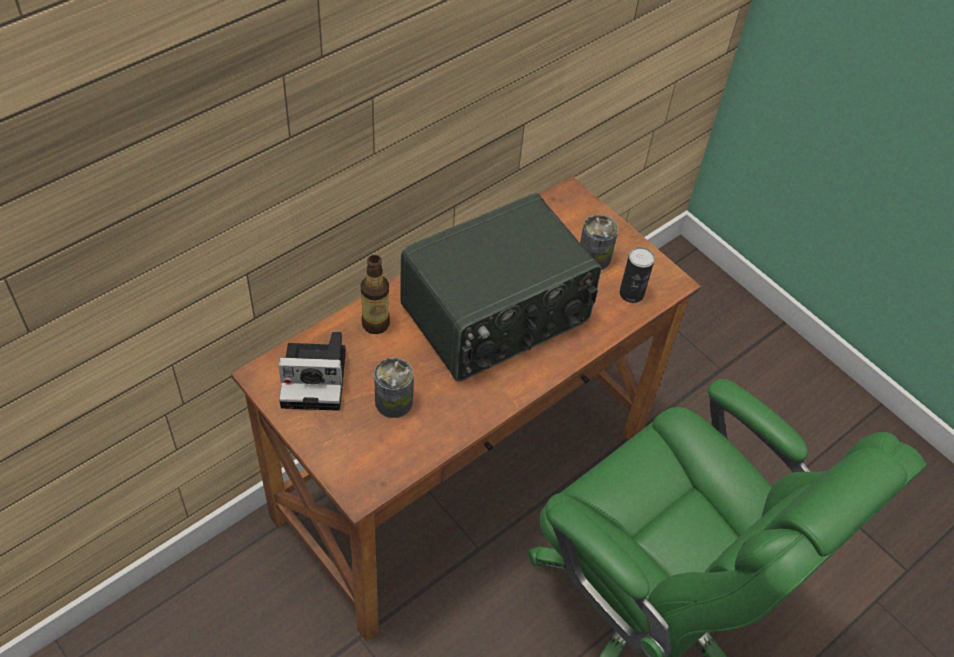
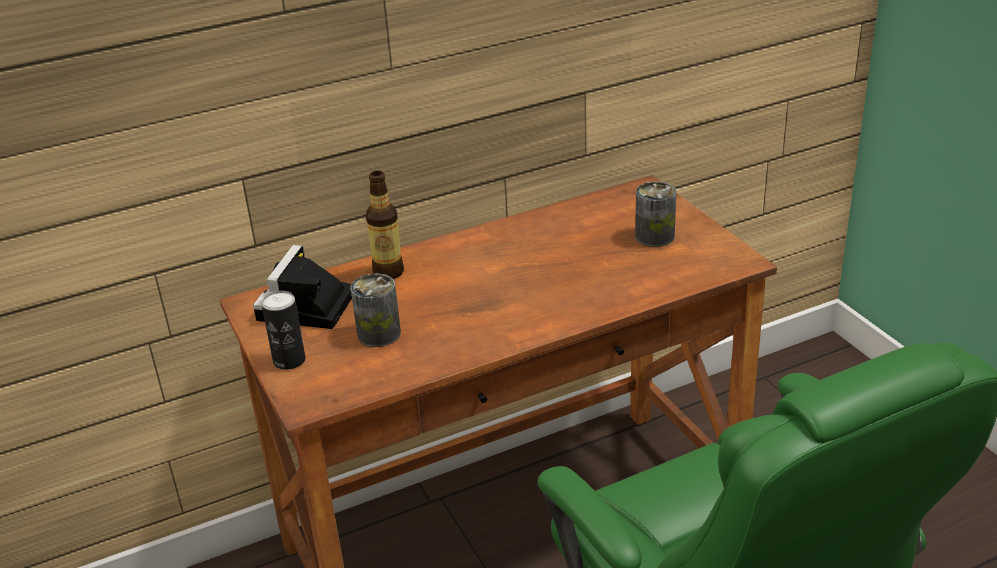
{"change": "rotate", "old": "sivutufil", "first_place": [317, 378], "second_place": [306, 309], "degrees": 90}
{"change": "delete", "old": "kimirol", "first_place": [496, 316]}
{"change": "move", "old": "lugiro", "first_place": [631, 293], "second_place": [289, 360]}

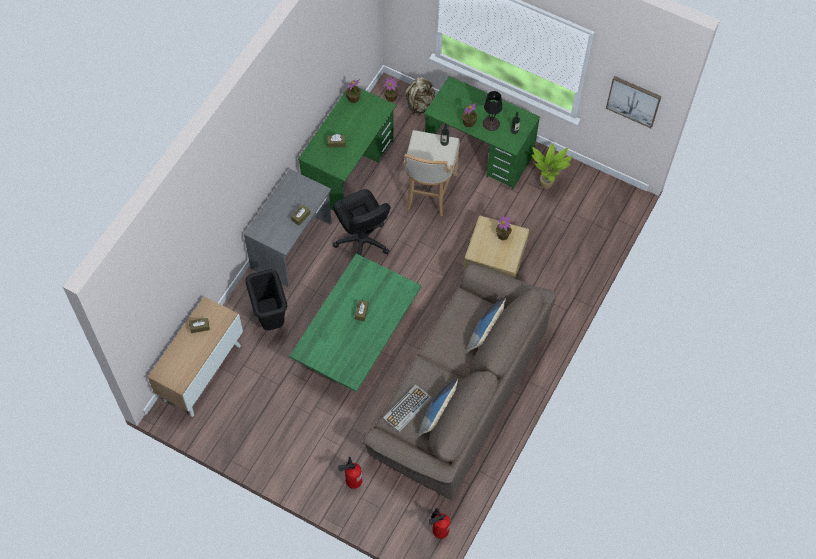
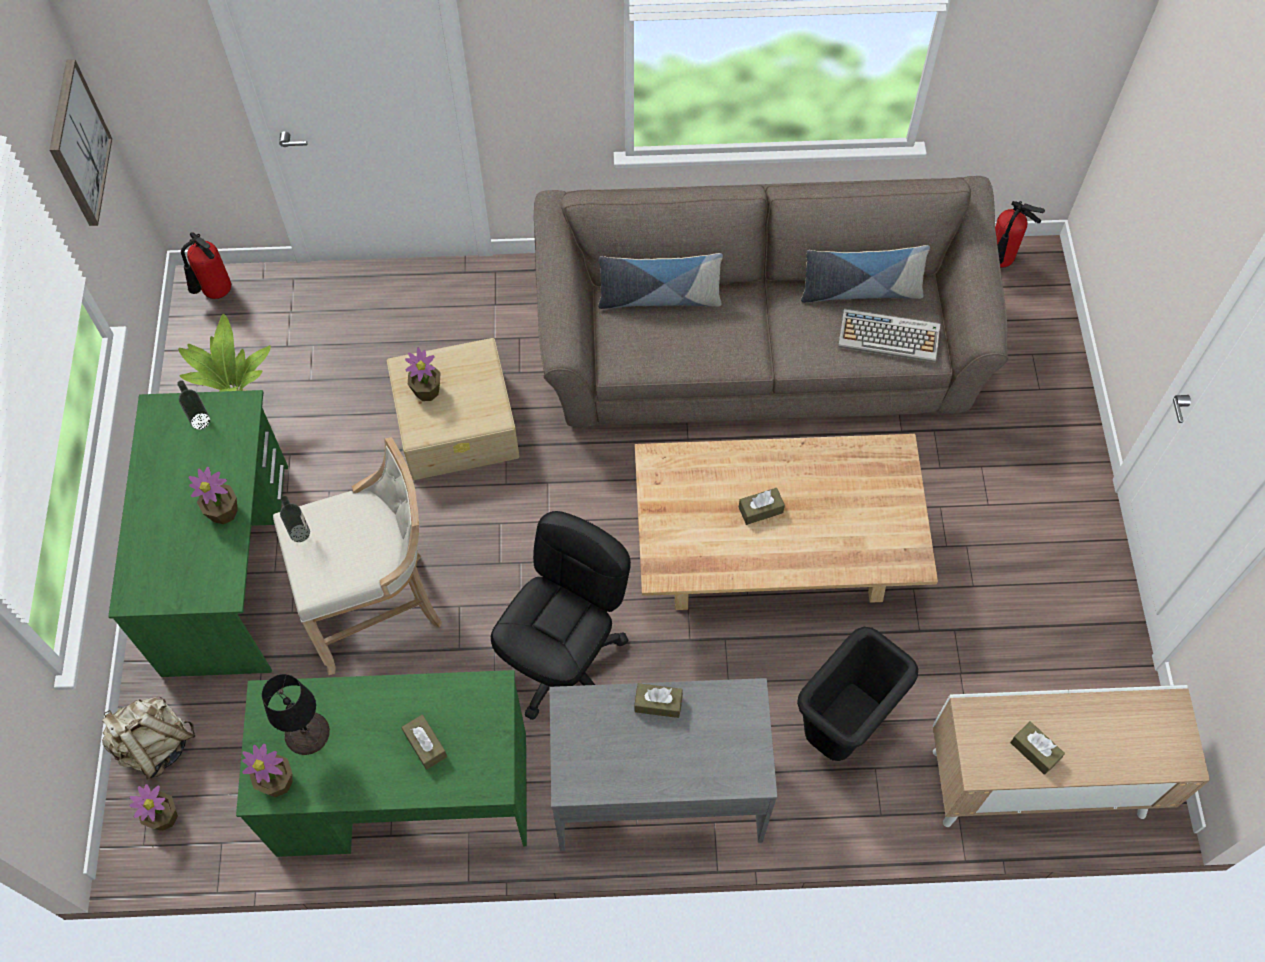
{"change": "recolor", "old": "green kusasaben", "new": "beige kusasaben", "first_place": [357, 339], "second_place": [774, 553]}
{"change": "move", "old": "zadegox", "first_place": [352, 479], "second_place": [215, 293]}
{"change": "move", "old": "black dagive", "first_place": [491, 123], "second_place": [307, 732]}

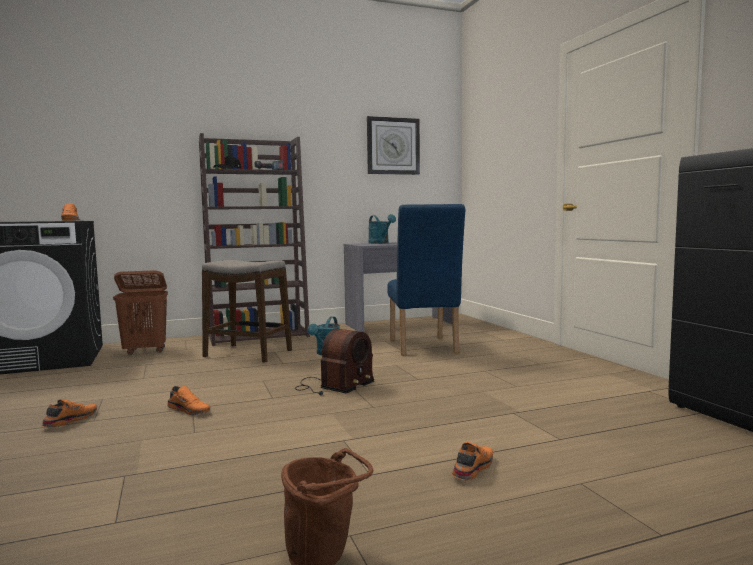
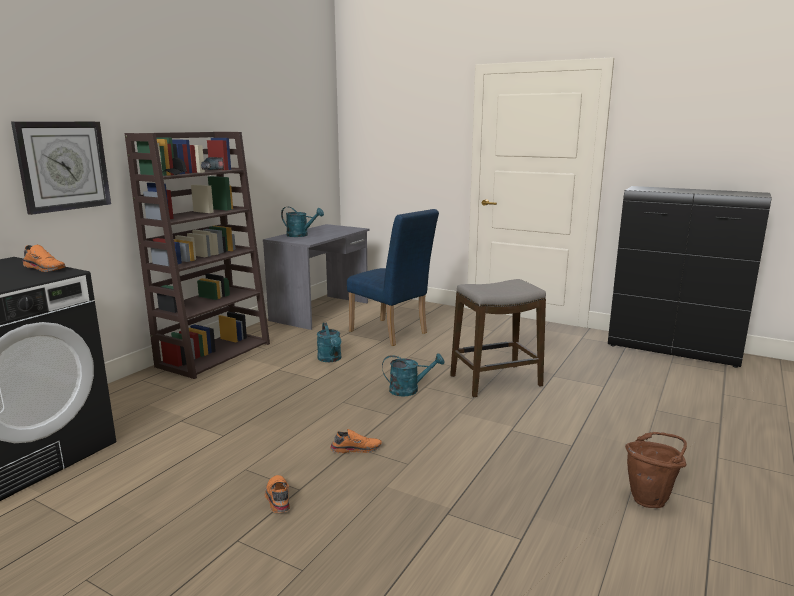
{"change": "delete", "old": "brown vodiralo", "first_place": [145, 351]}
{"change": "move", "old": "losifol", "first_place": [248, 354], "second_place": [495, 381]}
{"change": "replace", "old": "kimirol", "new": "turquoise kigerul", "first_place": [333, 386], "second_place": [409, 390]}
{"change": "move", "old": "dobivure", "first_place": [393, 146], "second_place": [63, 166]}
{"change": "delete", "old": "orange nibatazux", "first_place": [471, 469]}

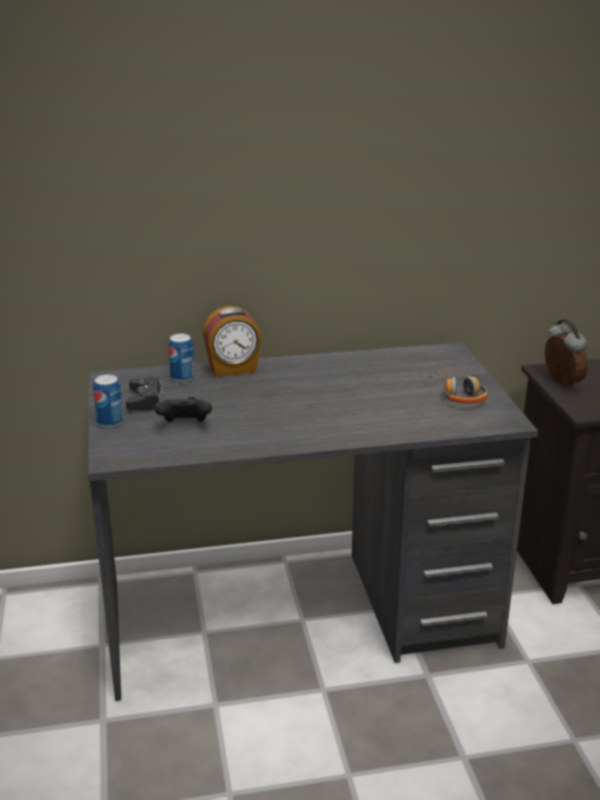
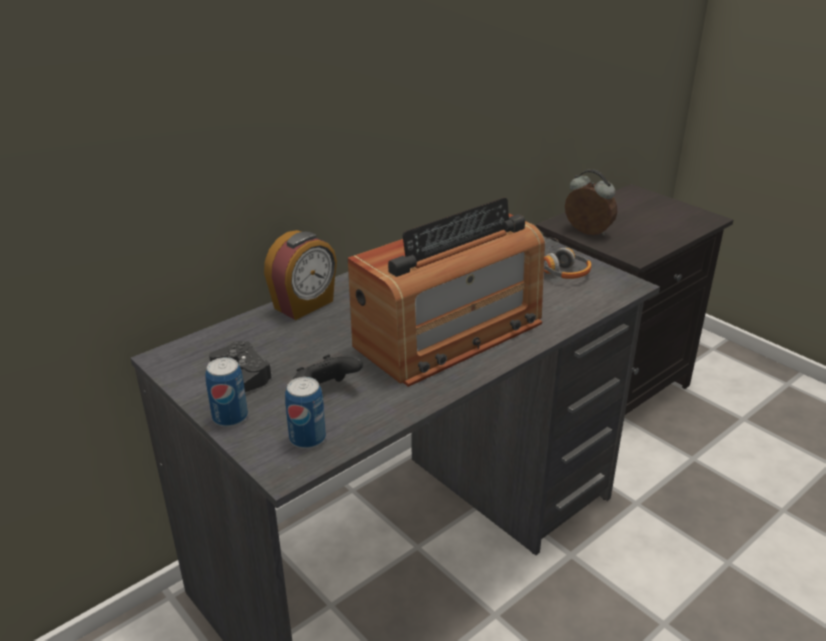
{"change": "move", "old": "lugiro", "first_place": [182, 377], "second_place": [307, 439]}
{"change": "insert", "new": "kimirol", "second_place": [449, 334]}

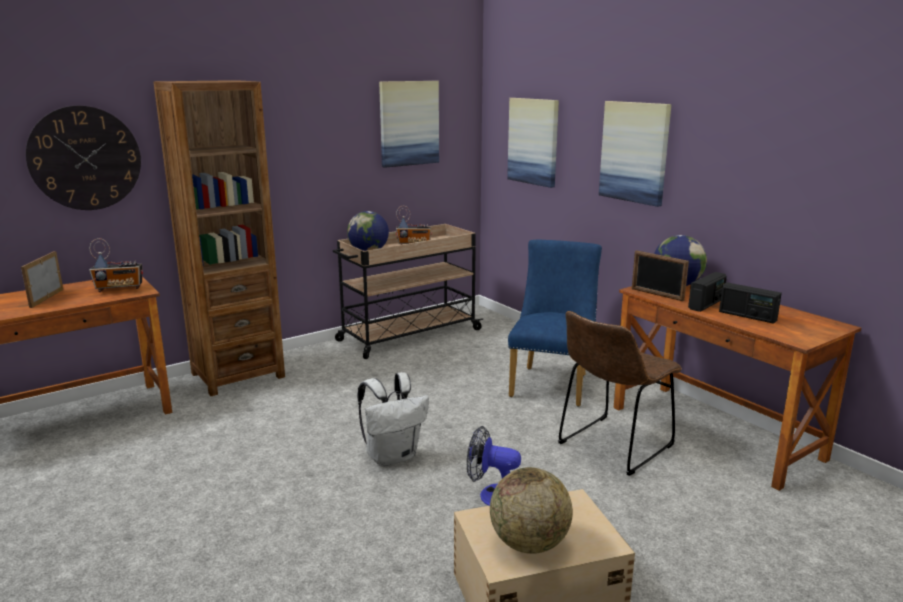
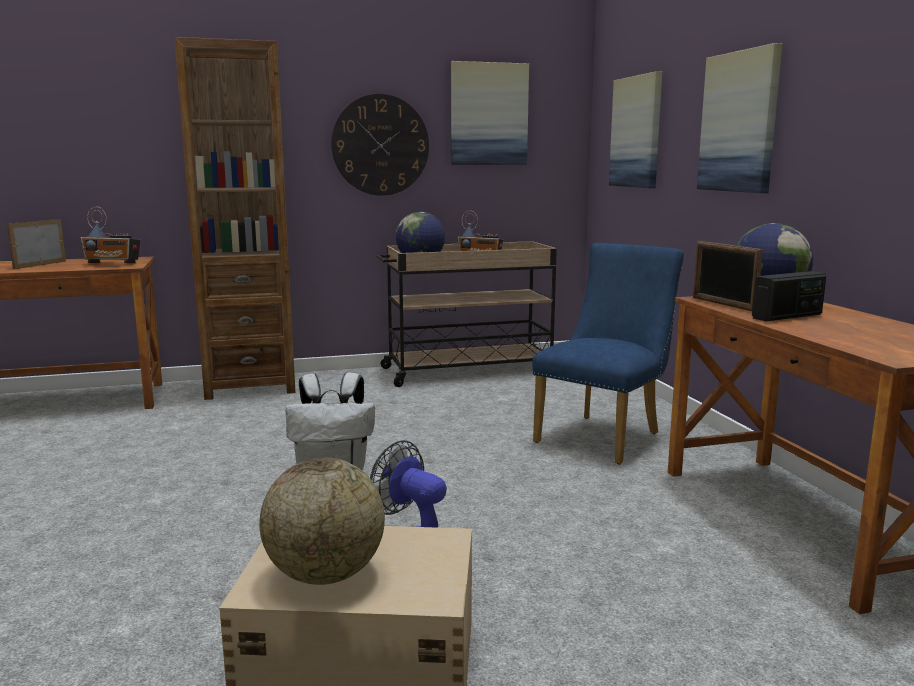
{"change": "move", "old": "dobivure", "first_place": [85, 158], "second_place": [380, 145]}
{"change": "delete", "old": "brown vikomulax", "first_place": [612, 447]}
{"change": "delete", "old": "kimirol", "first_place": [747, 316]}

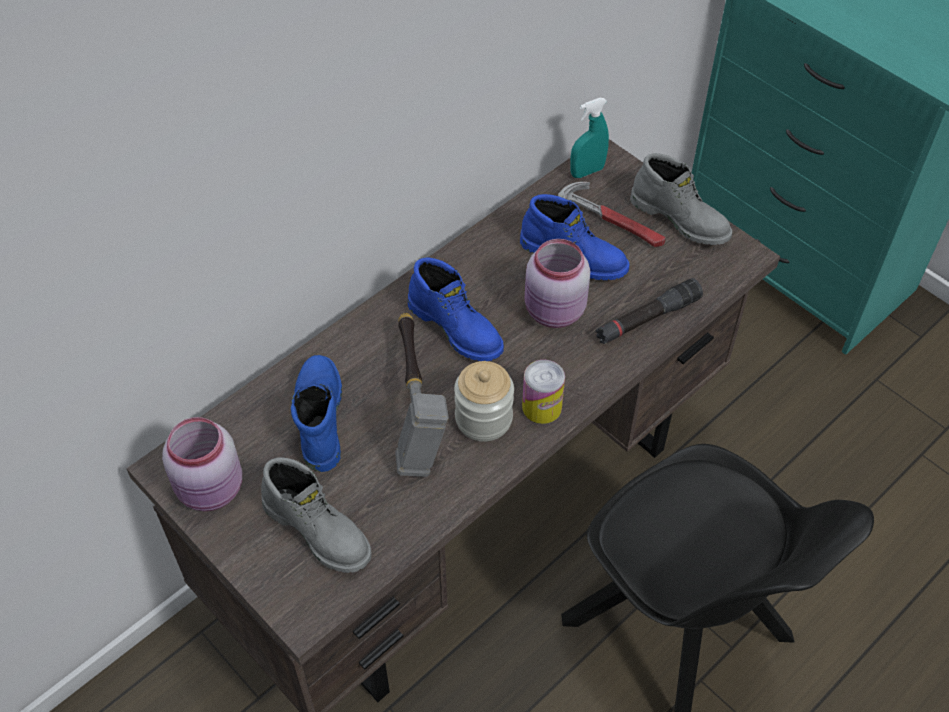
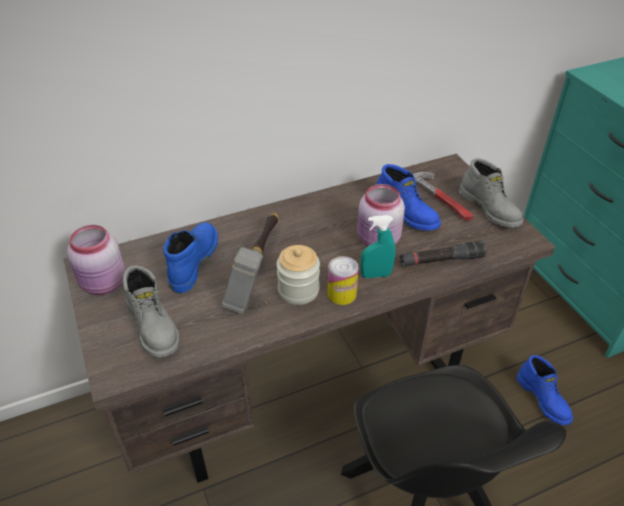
{"change": "move", "old": "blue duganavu", "first_place": [457, 327], "second_place": [543, 399]}
{"change": "move", "old": "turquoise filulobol", "first_place": [587, 171], "second_place": [376, 275]}

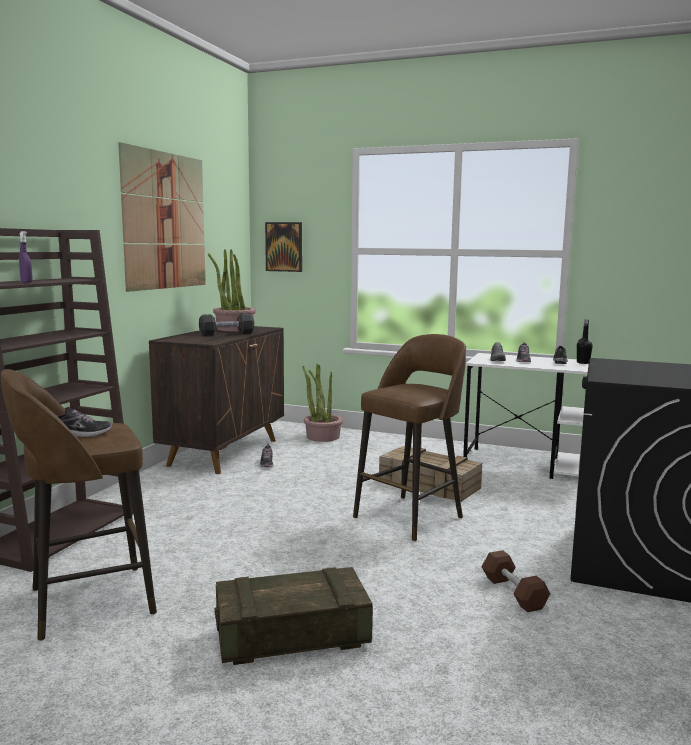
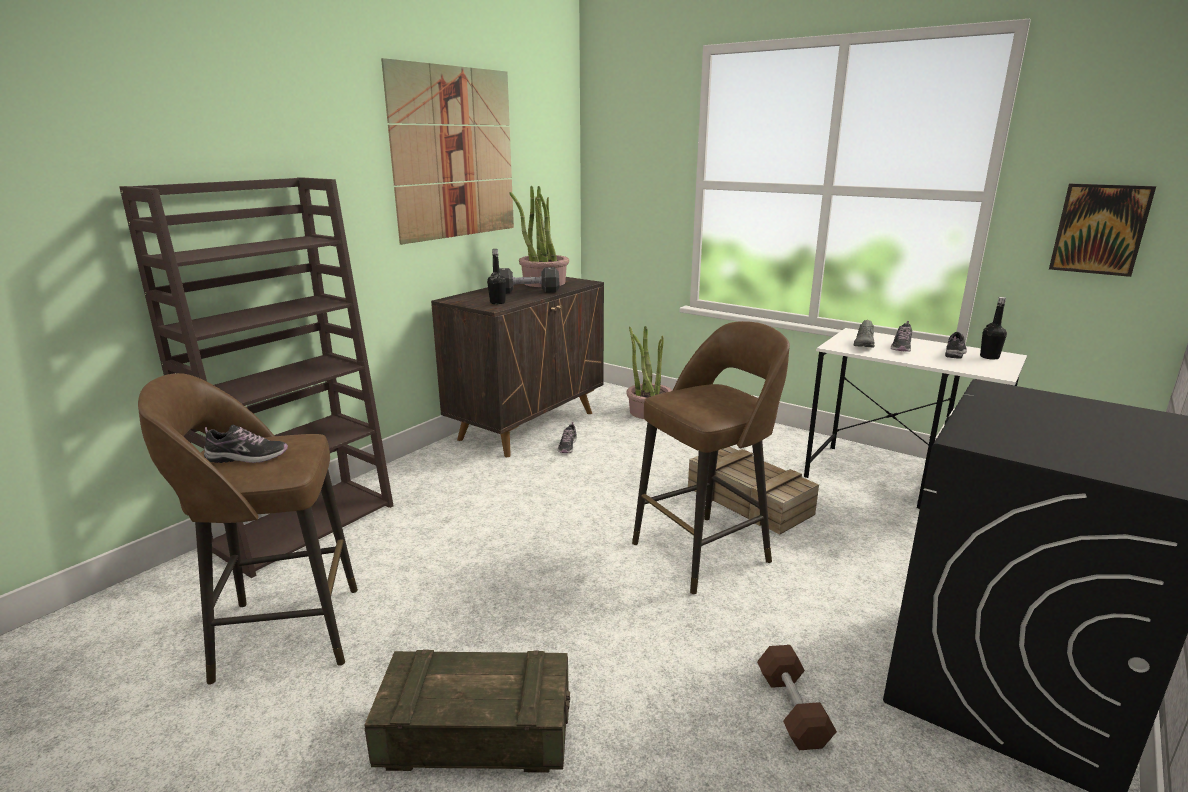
{"change": "delete", "old": "purple filulobol", "first_place": [26, 282]}
{"change": "move", "old": "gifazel", "first_place": [284, 247], "second_place": [1099, 229]}
{"change": "insert", "new": "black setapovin", "second_place": [497, 302]}

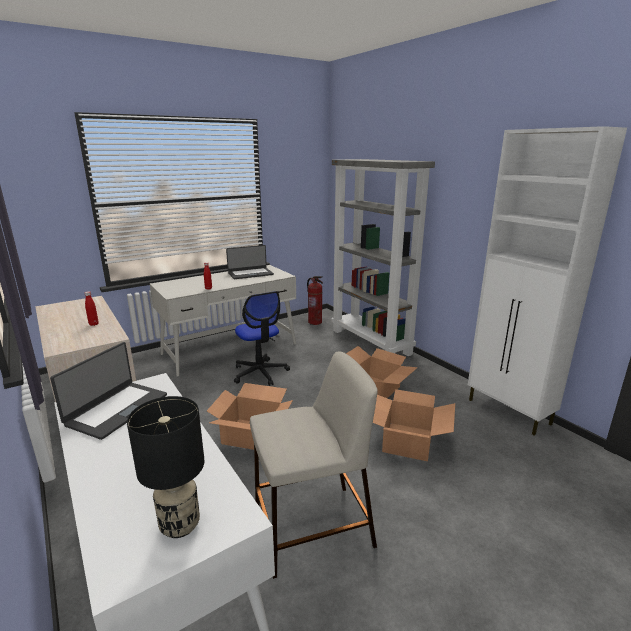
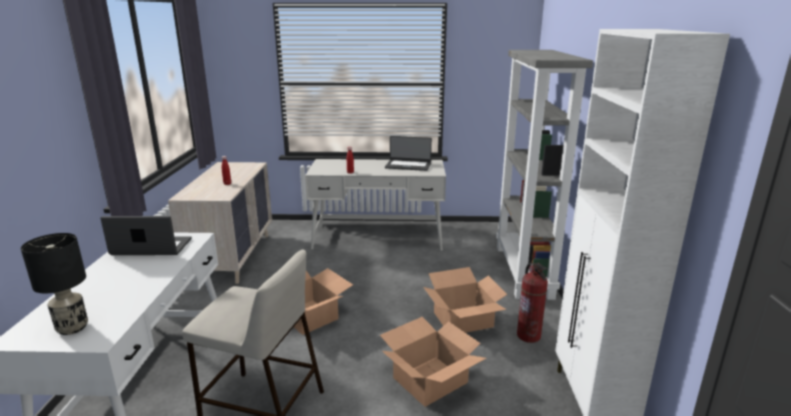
{"change": "rotate", "old": "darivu", "first_place": [116, 409], "second_place": [151, 248], "degrees": -150}
{"change": "delete", "old": "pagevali", "first_place": [260, 373]}
{"change": "move", "old": "zadegox", "first_place": [315, 322], "second_place": [528, 336]}

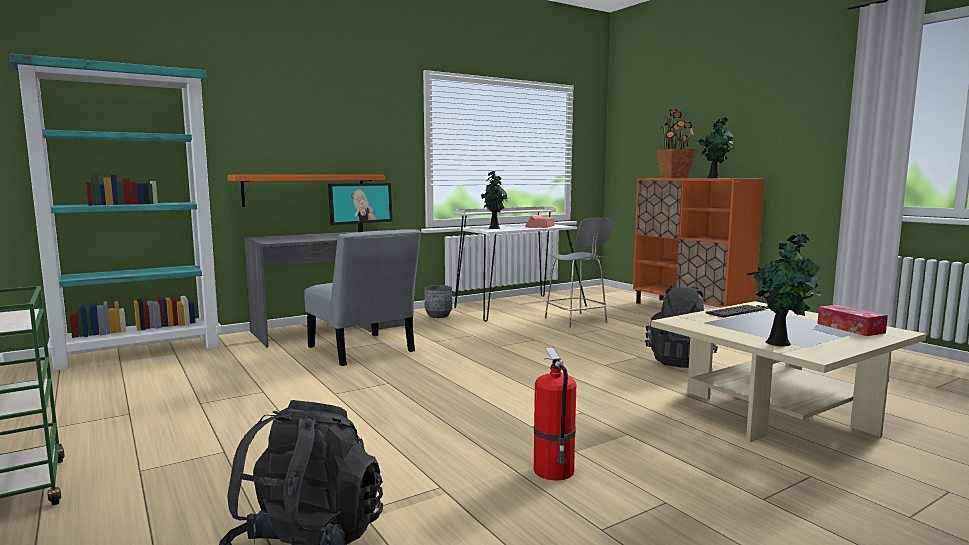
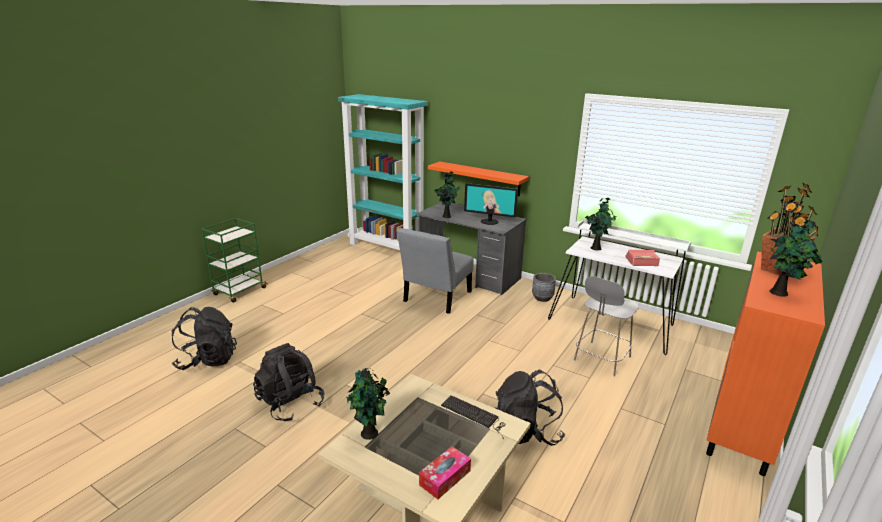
{"change": "replace", "old": "zadegox", "new": "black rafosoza", "first_place": [555, 471], "second_place": [290, 403]}
{"change": "insert", "new": "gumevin", "second_place": [446, 216]}

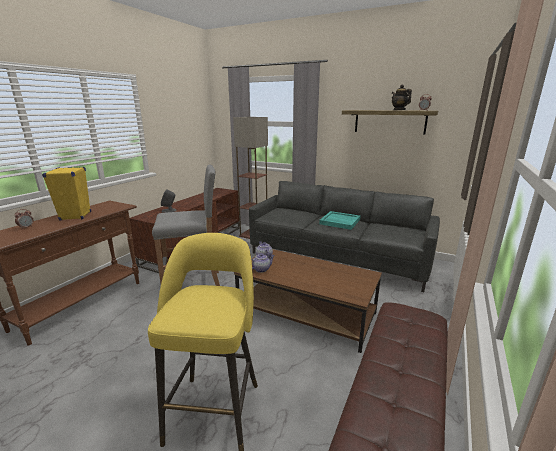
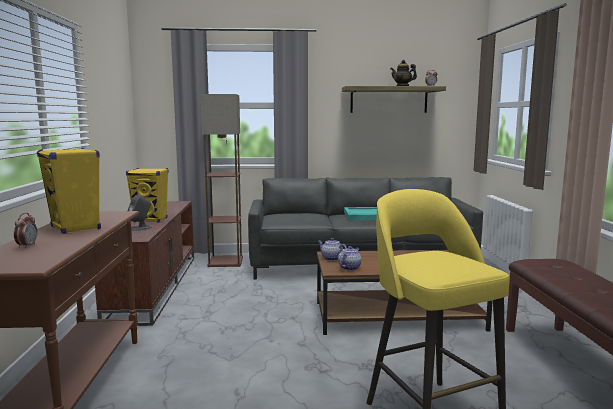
{"change": "delete", "old": "grey losifol", "first_place": [193, 284]}
{"change": "insert", "new": "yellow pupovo", "second_place": [151, 220]}

